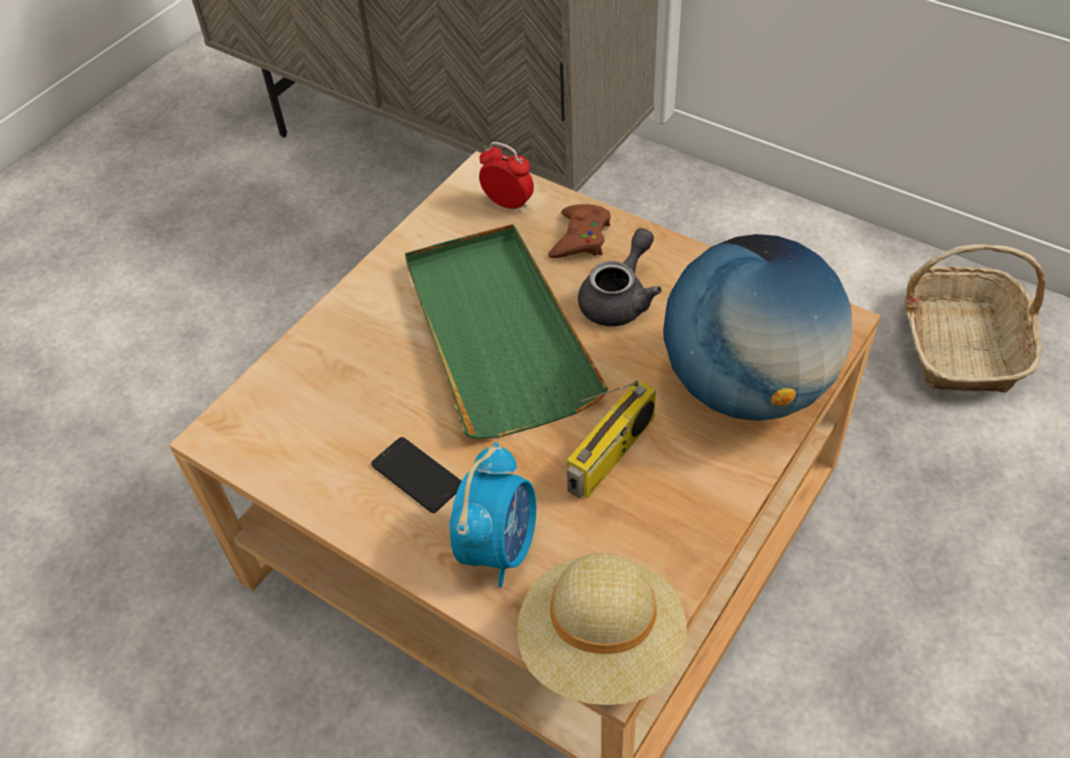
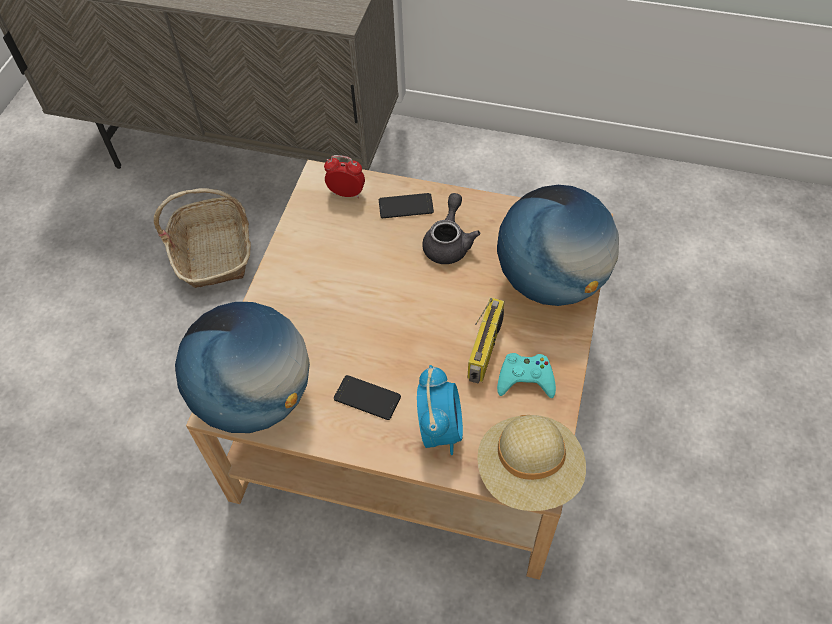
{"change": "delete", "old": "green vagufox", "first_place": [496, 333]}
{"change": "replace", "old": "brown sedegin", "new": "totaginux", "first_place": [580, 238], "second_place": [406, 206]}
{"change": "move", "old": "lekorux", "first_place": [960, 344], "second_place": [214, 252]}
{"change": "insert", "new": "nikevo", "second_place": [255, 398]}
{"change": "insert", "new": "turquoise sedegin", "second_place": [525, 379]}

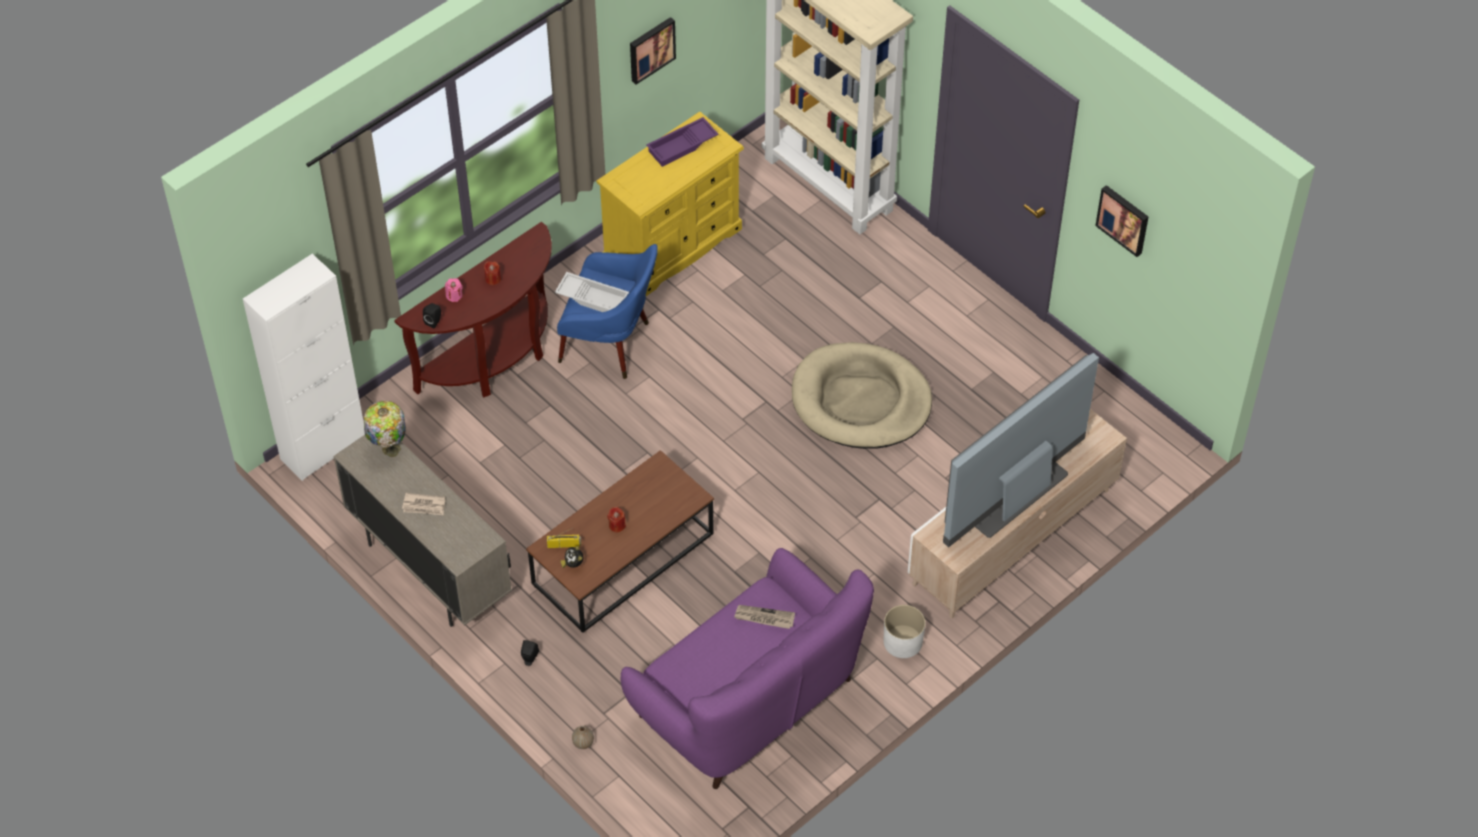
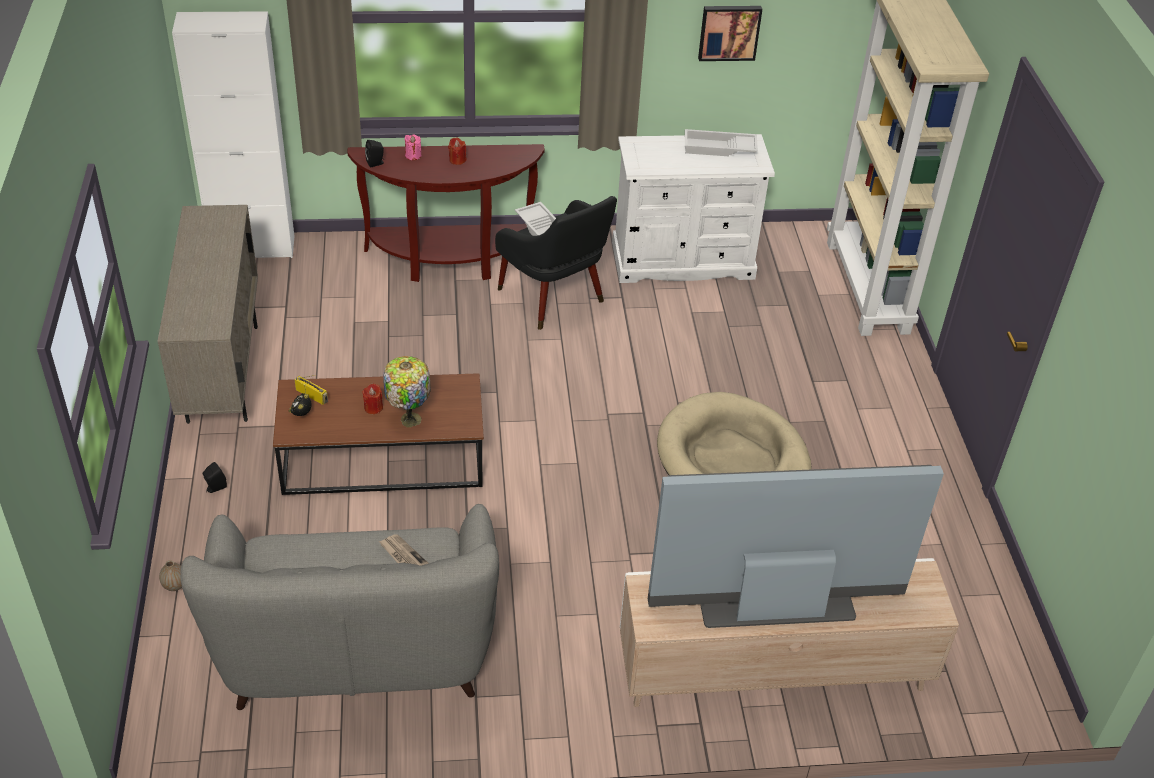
{"change": "move", "old": "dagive", "first_place": [389, 449], "second_place": [409, 418]}
{"change": "delete", "old": "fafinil", "first_place": [424, 506]}
{"change": "recolor", "old": "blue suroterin", "new": "black suroterin", "first_place": [610, 344], "second_place": [554, 299]}
{"change": "recolor", "old": "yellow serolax", "new": "white serolax", "first_place": [673, 245], "second_place": [683, 261]}
{"change": "recolor", "old": "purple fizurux", "new": "grey fizurux", "first_place": [749, 701], "second_place": [356, 650]}
{"change": "recolor", "old": "purple vagufox", "new": "white vagufox", "first_place": [682, 146], "second_place": [719, 148]}
{"change": "delete", "old": "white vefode", "first_place": [902, 642]}
{"change": "delete", "old": "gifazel", "first_place": [1124, 219]}

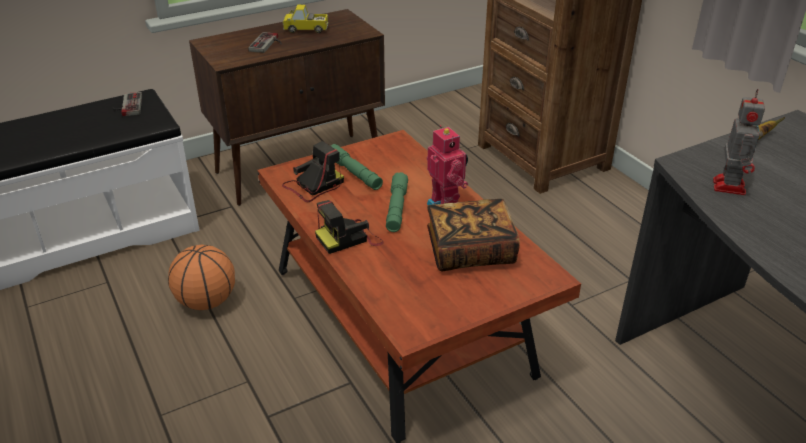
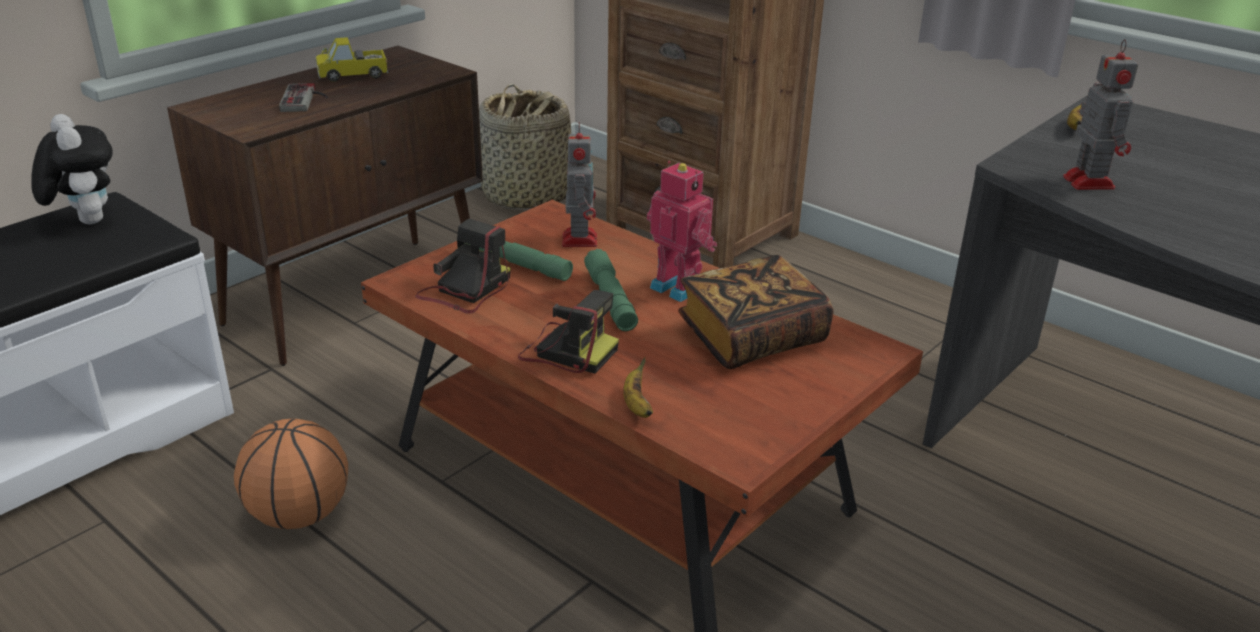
{"change": "replace", "old": "sedegin", "new": "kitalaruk", "first_place": [127, 106], "second_place": [85, 220]}
{"change": "rotate", "old": "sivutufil", "first_place": [349, 238], "second_place": [566, 351], "degrees": -105}
{"change": "insert", "new": "lekorux", "second_place": [527, 196]}
{"change": "insert", "new": "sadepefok", "second_place": [579, 239]}
{"change": "insert", "new": "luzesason", "second_place": [637, 405]}

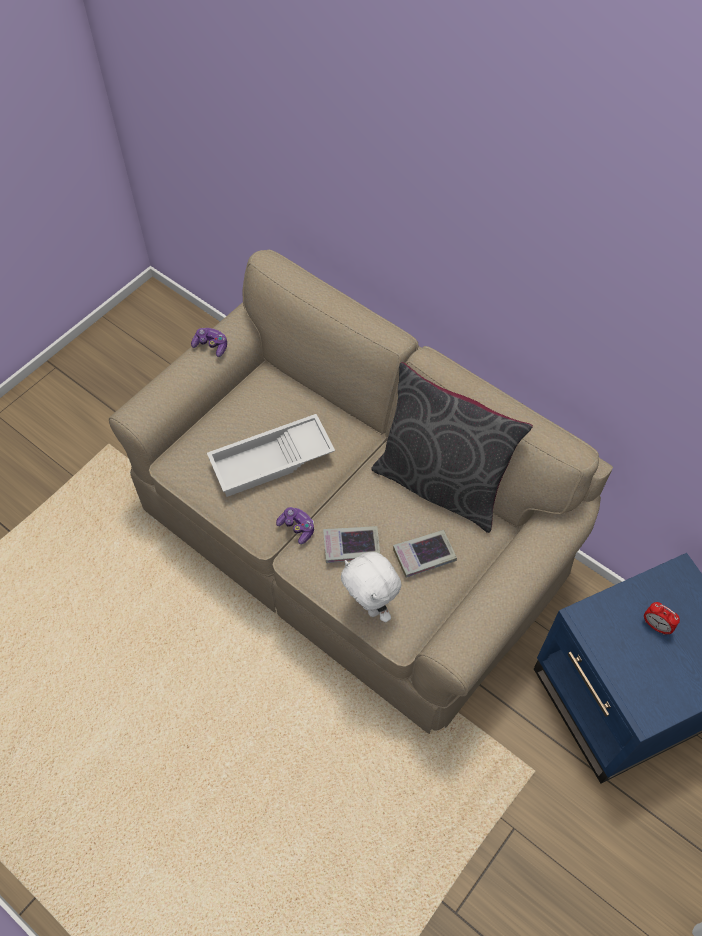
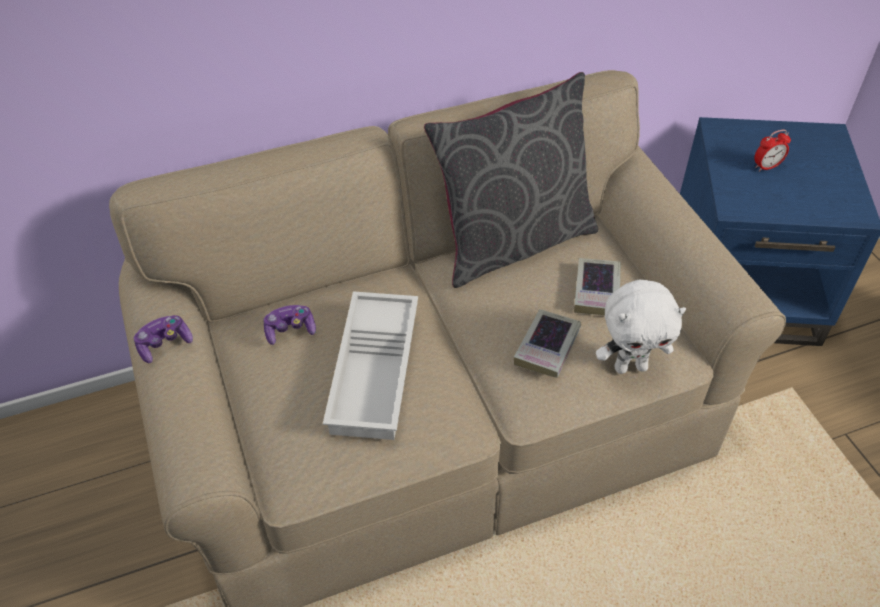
{"change": "move", "old": "sedegin", "first_place": [297, 528], "second_place": [290, 330]}

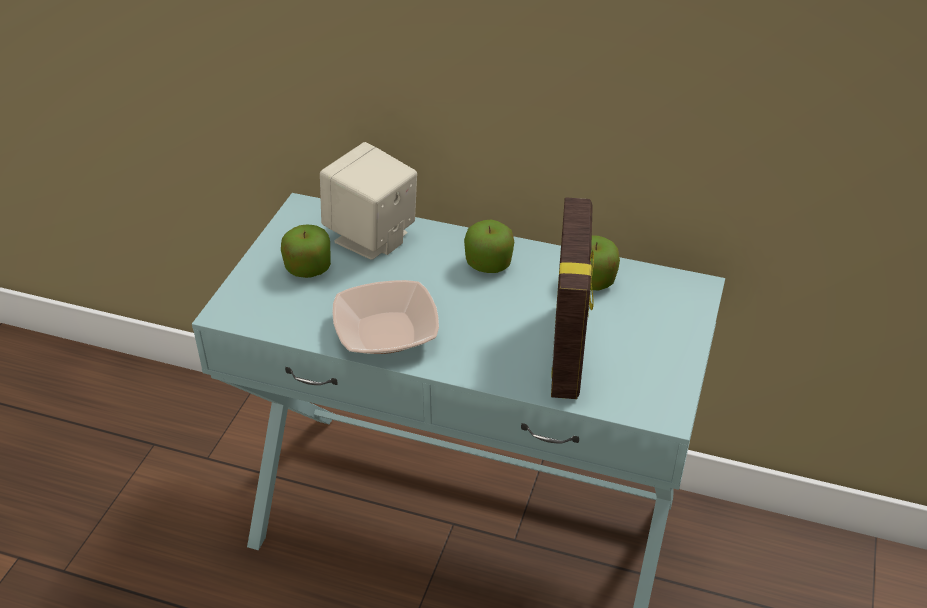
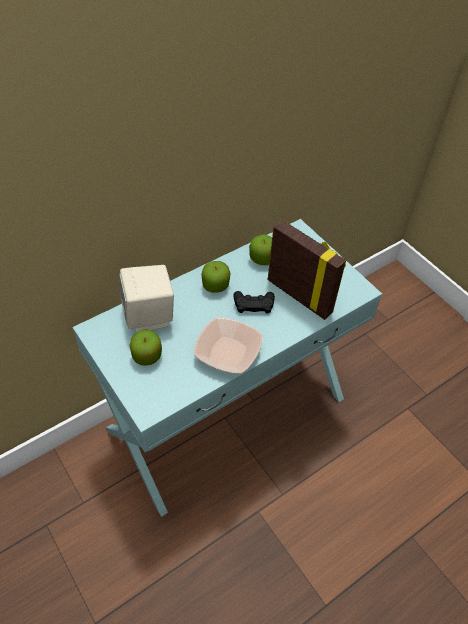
{"change": "insert", "new": "black sedegin", "second_place": [253, 304]}

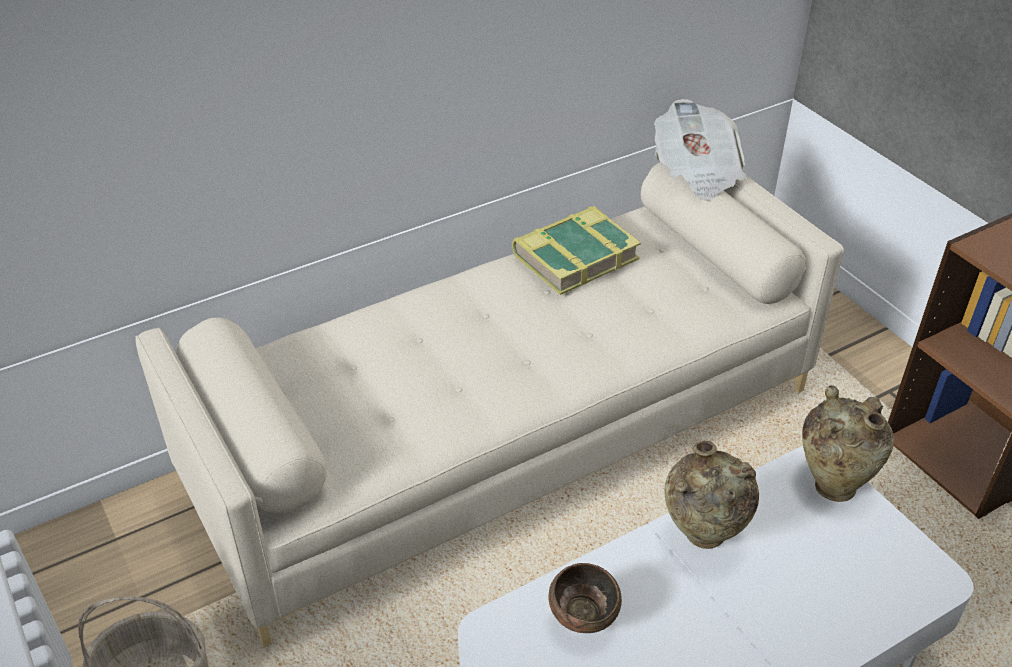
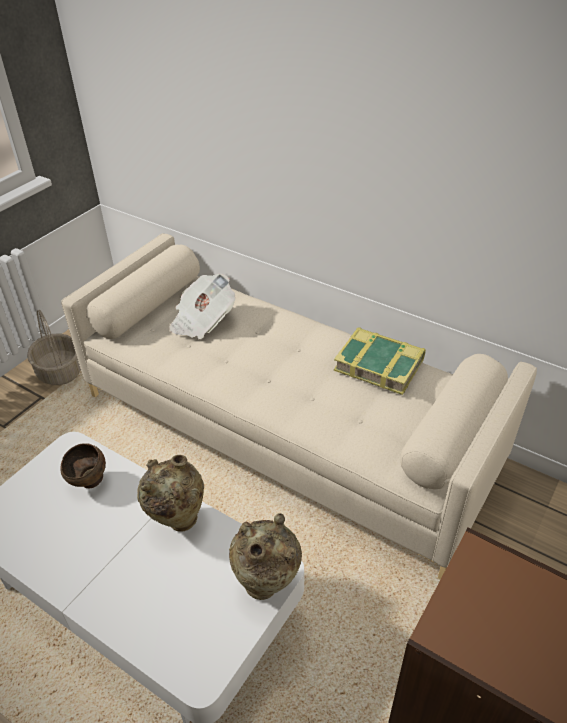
{"change": "move", "old": "fafinil", "first_place": [697, 172], "second_place": [202, 321]}

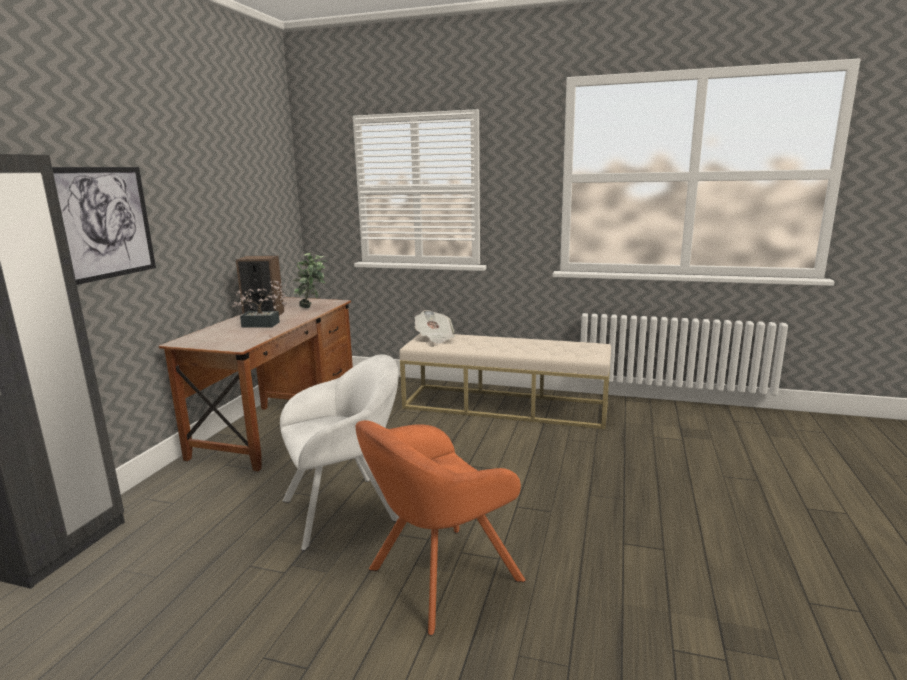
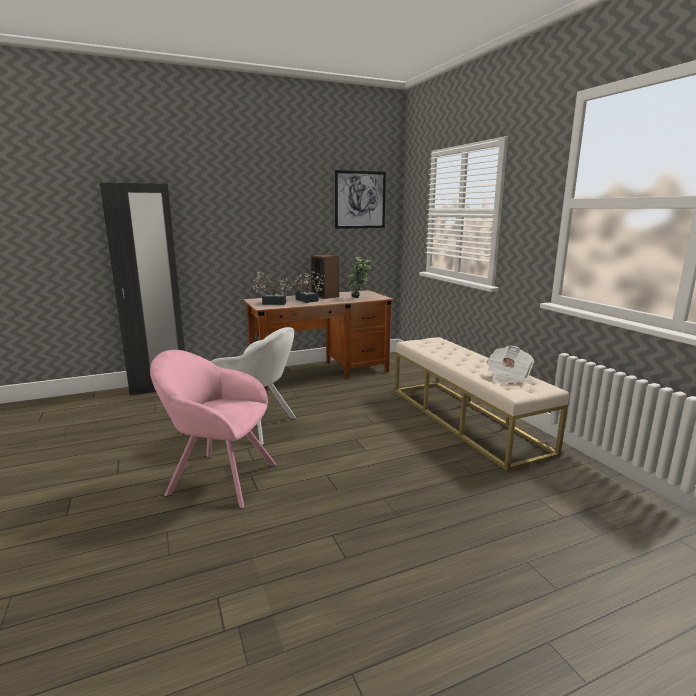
{"change": "move", "old": "gifazel", "first_place": [104, 223], "second_place": [360, 200]}
{"change": "recolor", "old": "orange suroterin", "new": "pink suroterin", "first_place": [438, 578], "second_place": [218, 478]}
{"change": "move", "old": "fafinil", "first_place": [434, 338], "second_place": [507, 377]}
{"change": "insert", "new": "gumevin", "second_place": [271, 303]}

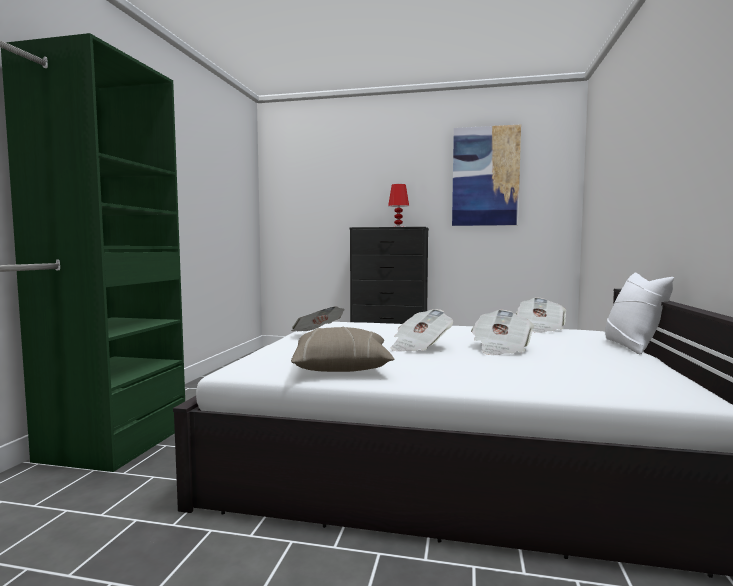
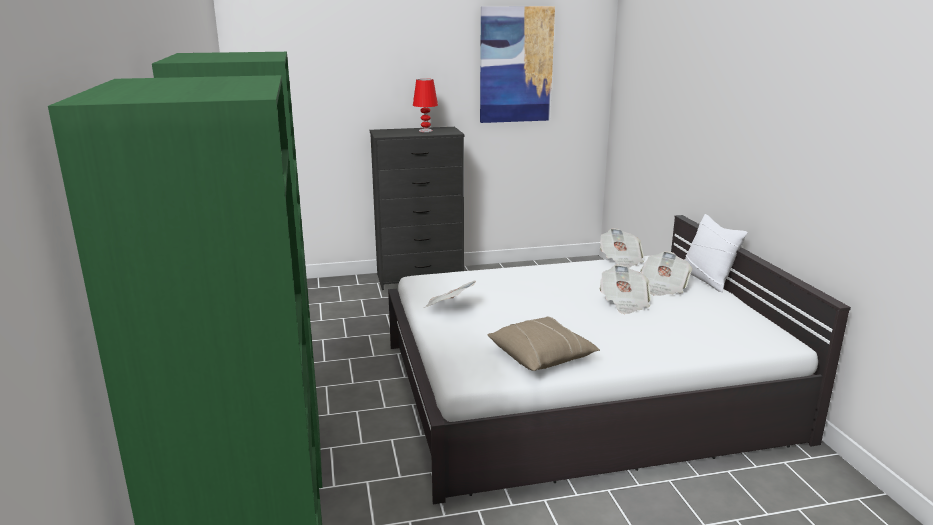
{"change": "move", "old": "fafinil", "first_place": [419, 347], "second_place": [663, 287]}

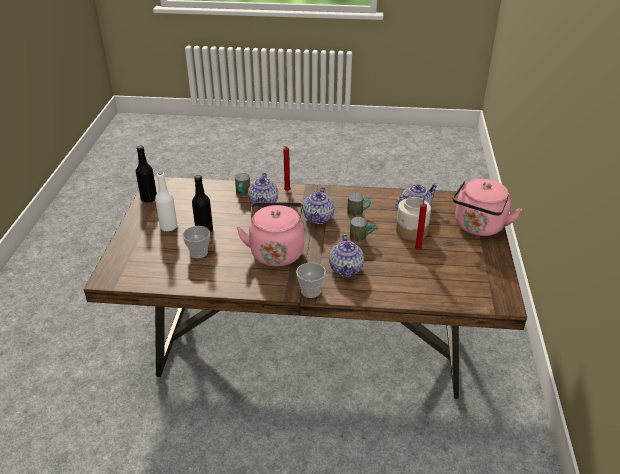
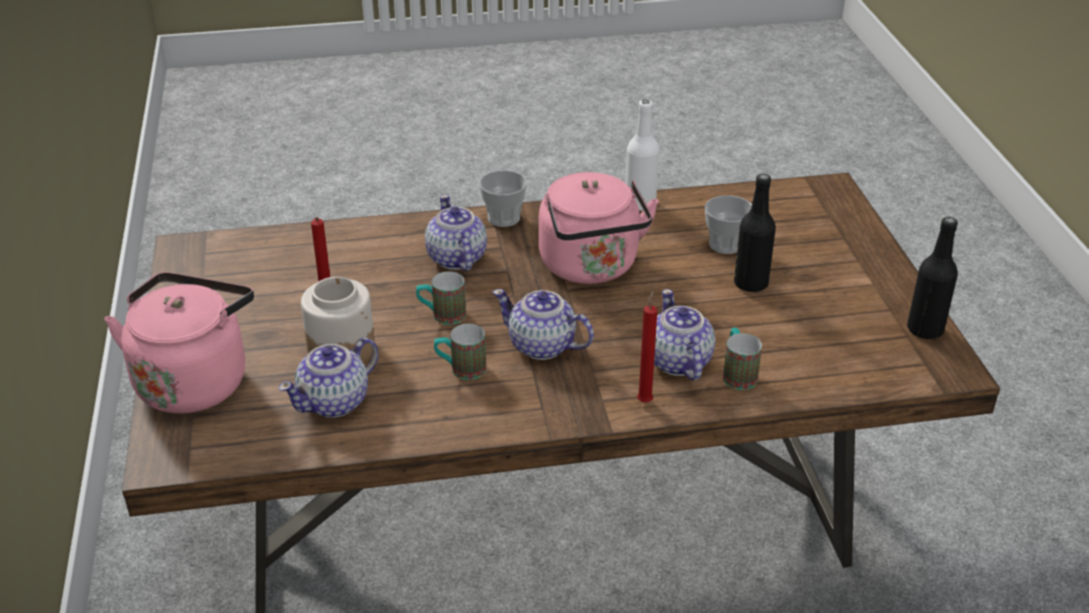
{"change": "move", "old": "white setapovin", "first_place": [168, 227], "second_place": [640, 203]}
{"change": "rotate", "old": "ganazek", "first_place": [319, 218], "second_place": [542, 346], "degrees": -60}

